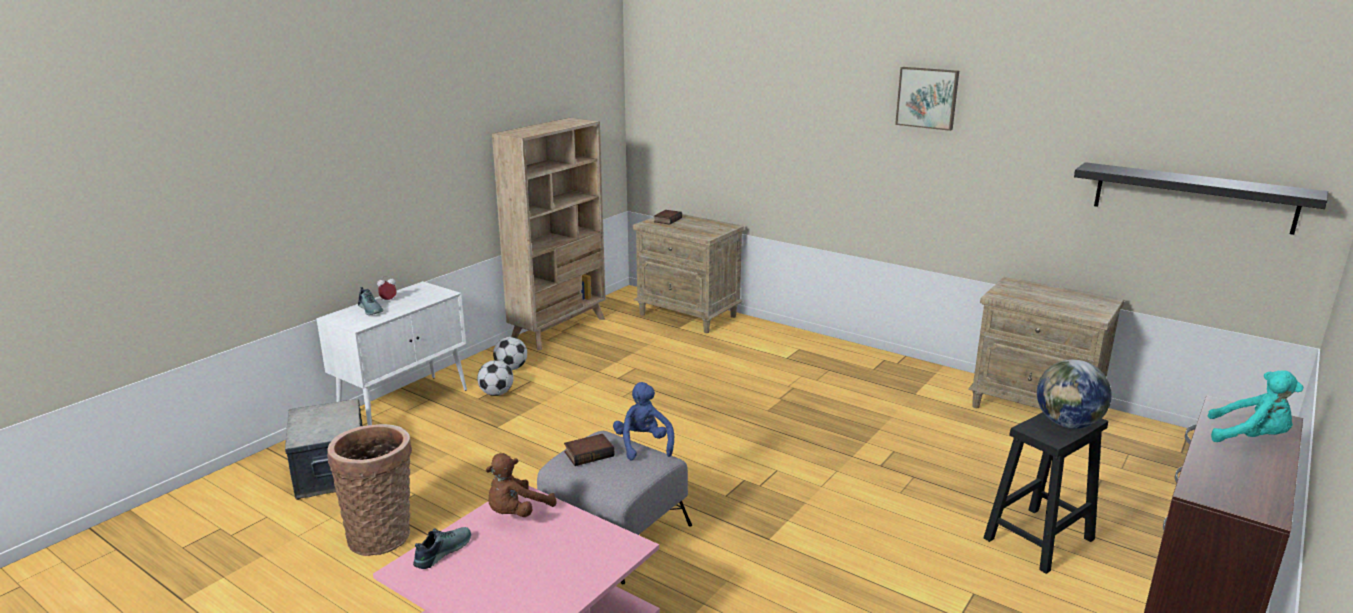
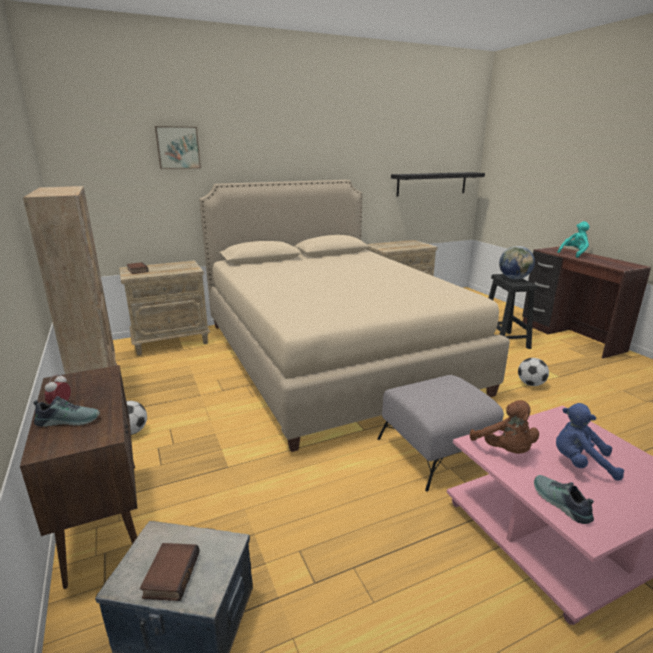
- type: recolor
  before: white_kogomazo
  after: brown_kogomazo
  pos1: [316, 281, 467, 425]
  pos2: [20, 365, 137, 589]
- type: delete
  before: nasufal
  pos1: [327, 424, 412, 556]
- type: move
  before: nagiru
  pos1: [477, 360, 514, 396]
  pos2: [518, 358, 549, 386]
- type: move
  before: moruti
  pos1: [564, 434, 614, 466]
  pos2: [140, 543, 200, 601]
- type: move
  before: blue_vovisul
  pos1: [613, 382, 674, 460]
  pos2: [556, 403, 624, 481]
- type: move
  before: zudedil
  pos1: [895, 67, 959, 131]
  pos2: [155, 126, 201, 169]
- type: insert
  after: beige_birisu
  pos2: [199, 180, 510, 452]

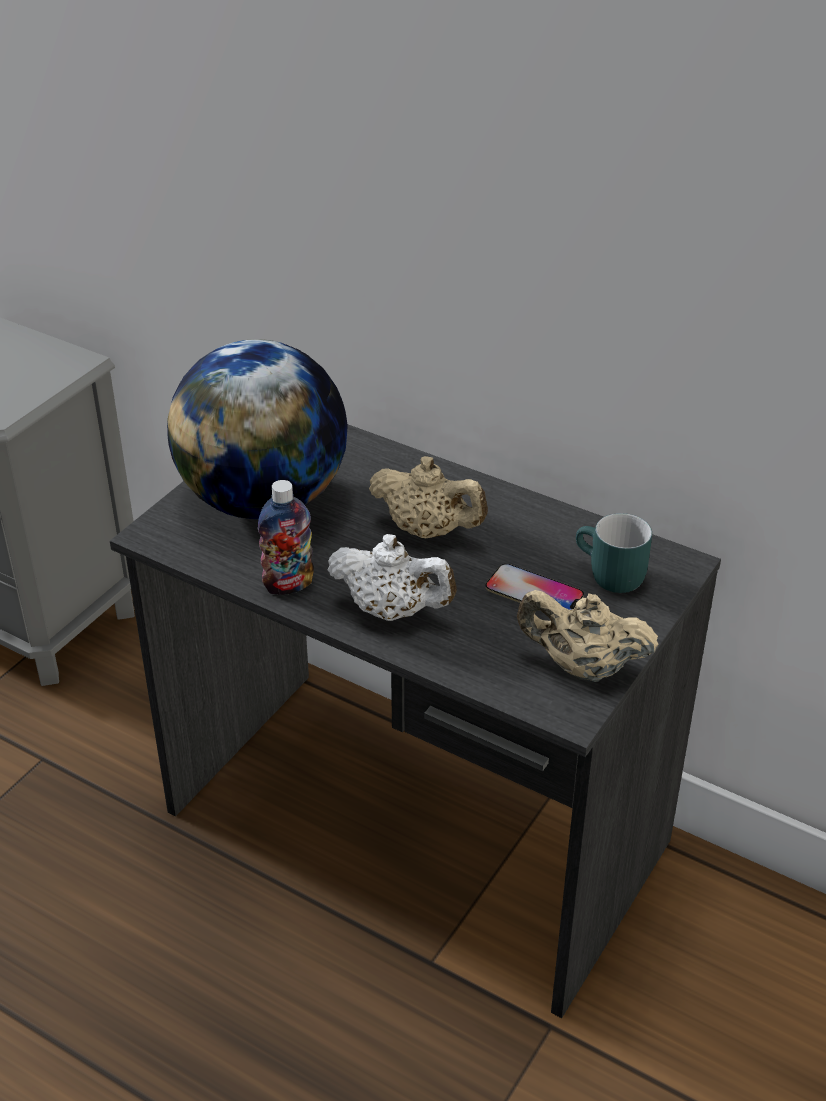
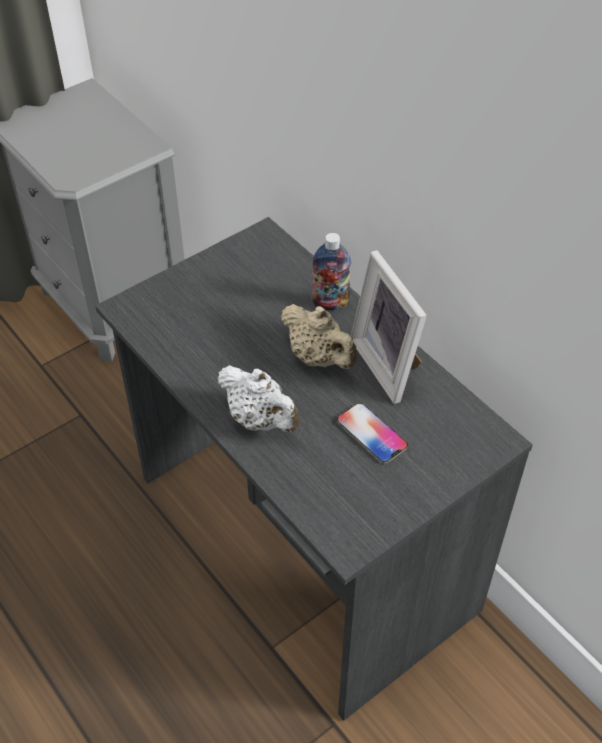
- type: delete
  before: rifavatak
  pos1: [167, 339, 348, 519]
- type: move
  before: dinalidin
  pos1: [258, 480, 314, 595]
  pos2: [312, 233, 351, 310]
- type: delete
  before: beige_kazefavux
  pos1: [517, 590, 658, 682]
- type: delete
  before: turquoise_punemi
  pos1: [576, 513, 652, 593]
- type: insert
  after: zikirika
  pos2: [351, 250, 427, 404]

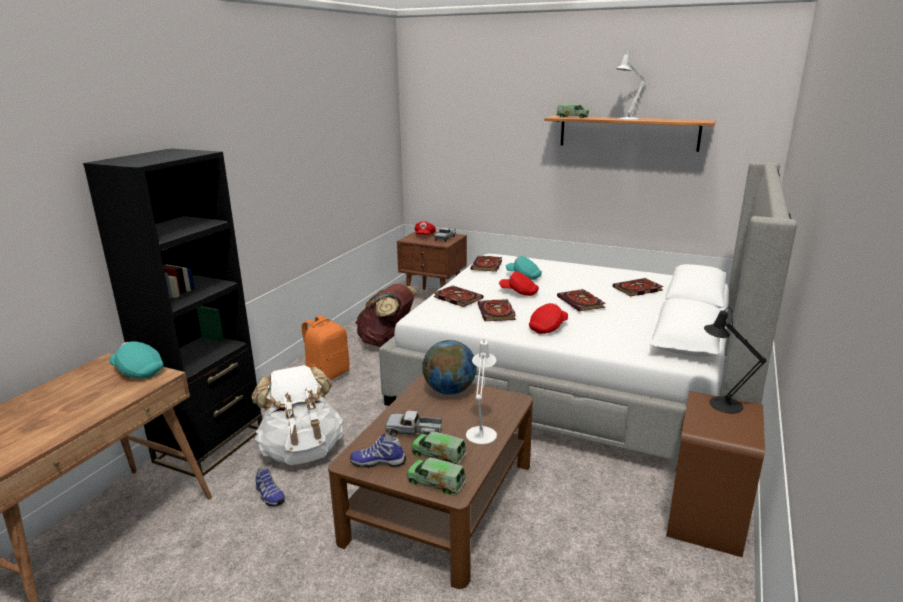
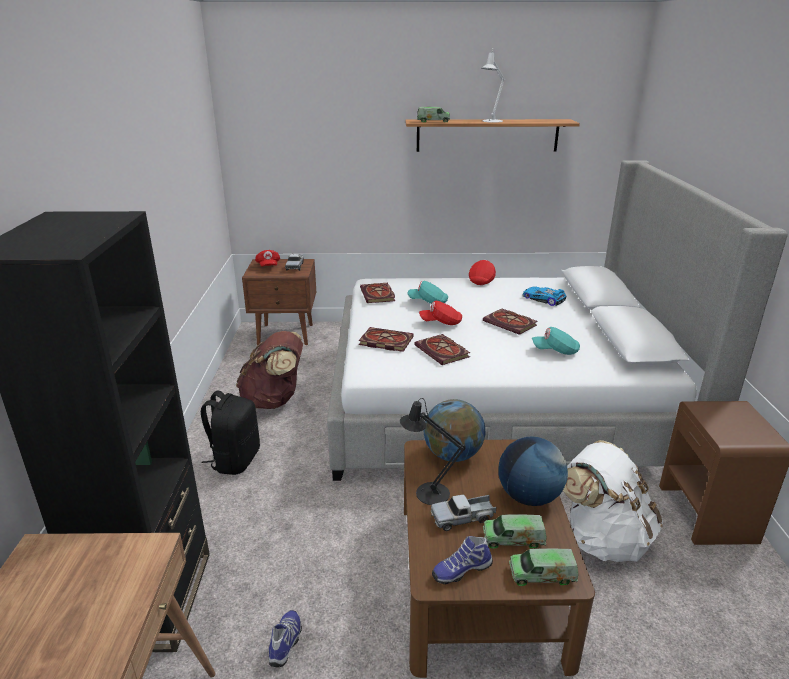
- type: move
  before: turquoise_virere
  pos1: [110, 341, 163, 378]
  pos2: [532, 327, 580, 355]
- type: move
  before: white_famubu
  pos1: [252, 365, 343, 465]
  pos2: [563, 440, 663, 562]
- type: rotate
  before: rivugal
  pos1: [255, 467, 285, 507]
  pos2: [269, 610, 302, 667]
  turn: -105
- type: recolor
  before: orange_famubu
  after: black_famubu
  pos1: [302, 315, 349, 380]
  pos2: [201, 391, 260, 475]
- type: replace
  before: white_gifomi
  after: rifavatak
  pos1: [466, 338, 497, 444]
  pos2: [498, 436, 568, 506]
- type: move
  before: red_virere
  pos1: [529, 303, 568, 334]
  pos2: [469, 260, 496, 285]
- type: replace
  before: moruti
  after: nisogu
  pos1: [613, 278, 664, 296]
  pos2: [522, 286, 566, 306]
- type: move
  before: black_gifomi
  pos1: [704, 307, 766, 414]
  pos2: [400, 398, 466, 505]

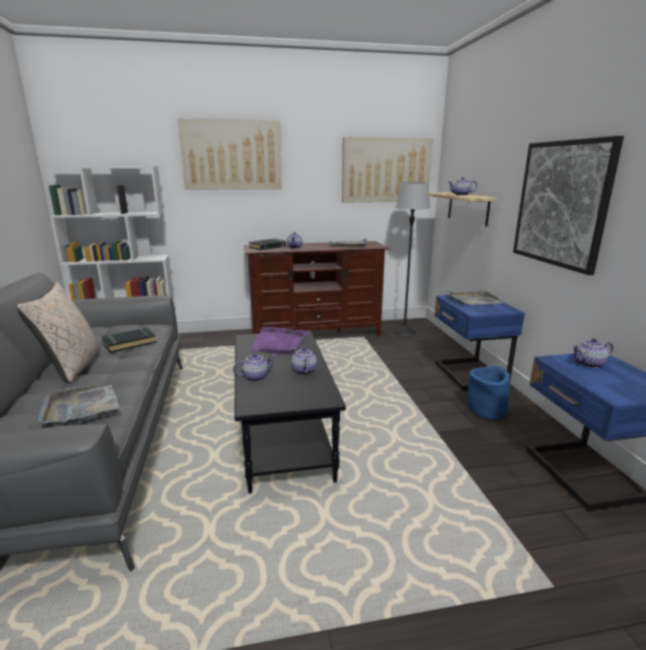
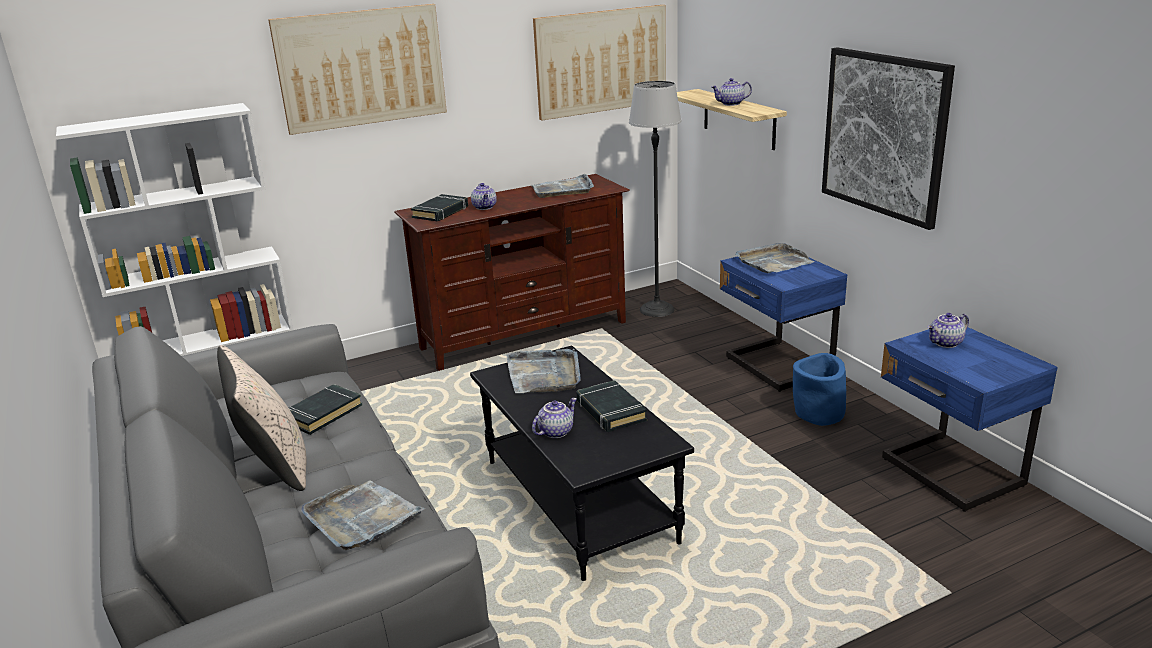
- type: recolor
  before: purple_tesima
  after: grey_tesima
  pos1: [250, 327, 307, 354]
  pos2: [506, 349, 581, 393]
- type: replace
  before: kazefavux
  after: black_moruti
  pos1: [291, 346, 317, 375]
  pos2: [577, 380, 647, 432]

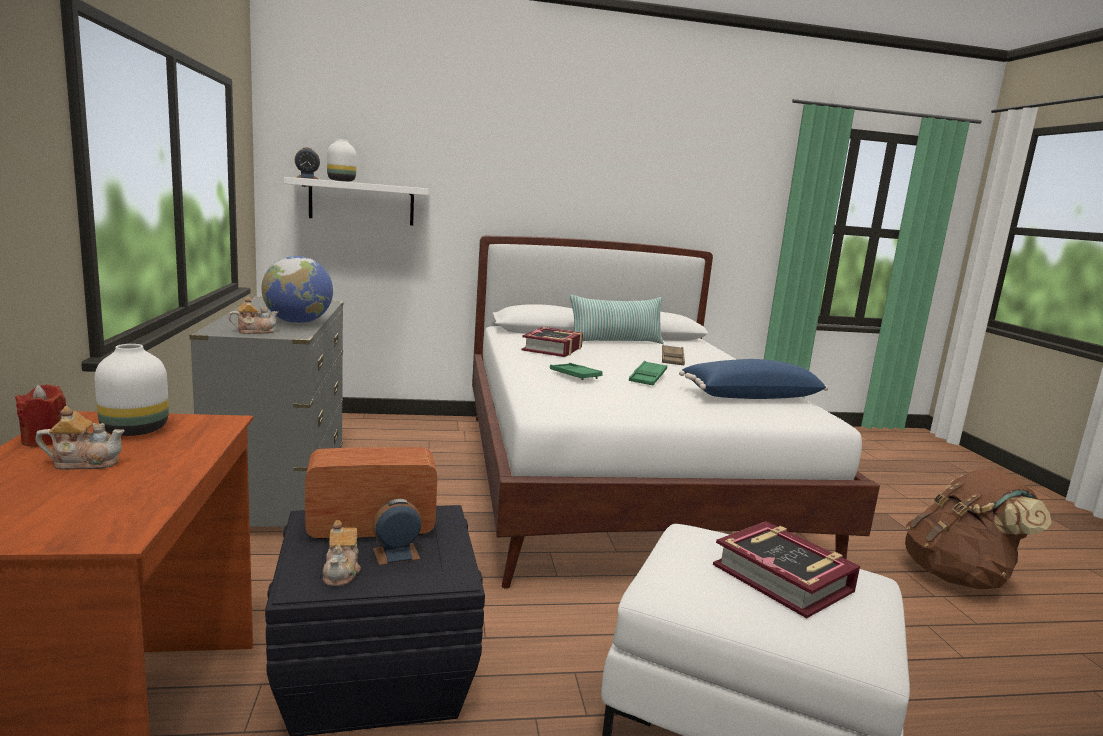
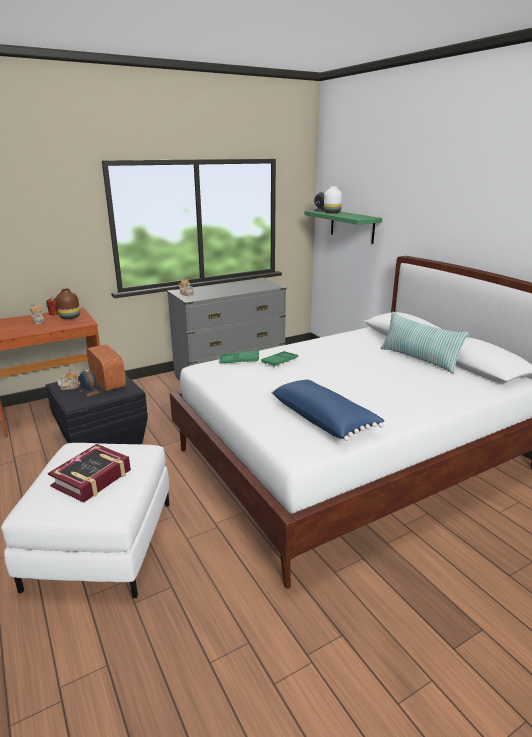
- type: recolor
  before: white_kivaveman
  after: brown_kivaveman
  pos1: [95, 344, 169, 436]
  pos2: [56, 289, 80, 320]
- type: delete
  before: rifavatak
  pos1: [261, 256, 333, 324]
- type: recolor
  before: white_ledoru
  after: green_ledoru
  pos1: [284, 177, 429, 226]
  pos2: [305, 210, 382, 244]
- type: delete
  before: moruti
  pos1: [521, 327, 583, 357]
- type: move
  before: green_tesima
  pos1: [629, 361, 667, 385]
  pos2: [219, 351, 259, 363]
- type: delete
  before: brown_tesima
  pos1: [662, 345, 685, 365]
- type: delete
  before: brown_famubu
  pos1: [905, 469, 1052, 589]

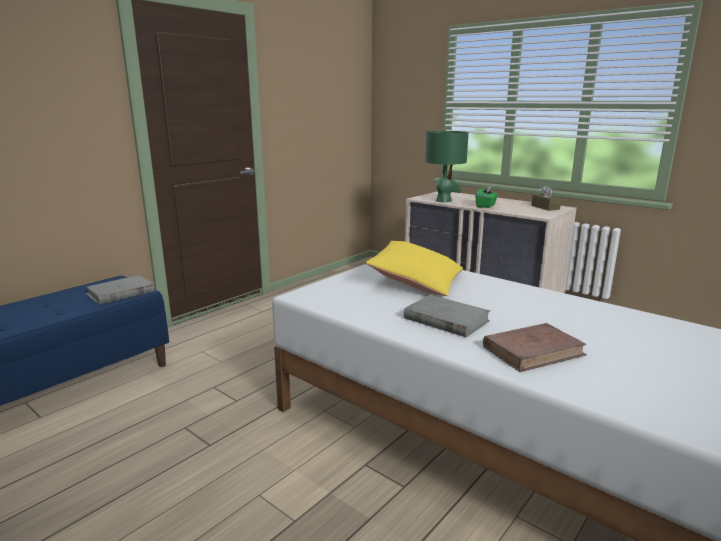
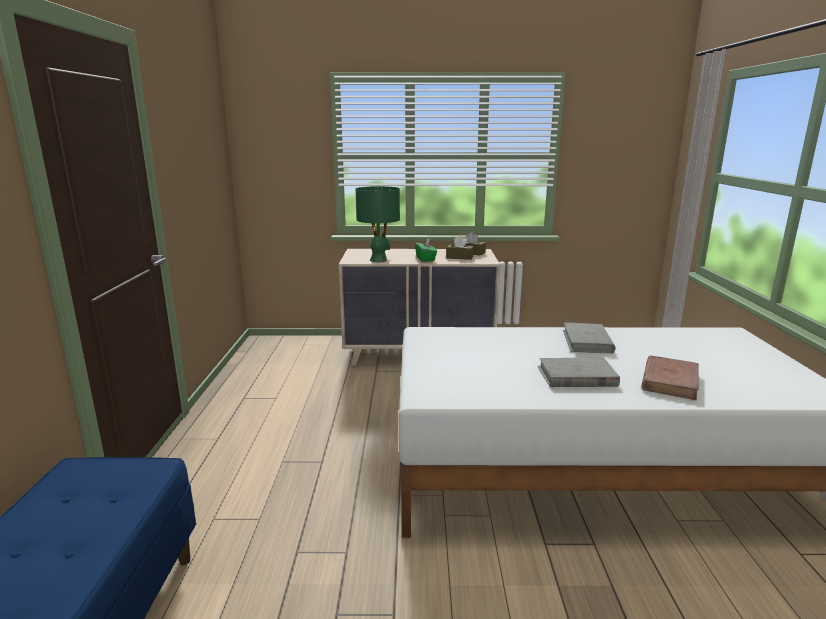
- type: move
  before: grey_moruti
  pos1: [86, 275, 155, 305]
  pos2: [563, 323, 615, 353]
- type: delete
  before: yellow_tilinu
  pos1: [366, 241, 463, 296]
- type: insert
  after: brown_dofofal
  pos2: [446, 236, 474, 260]

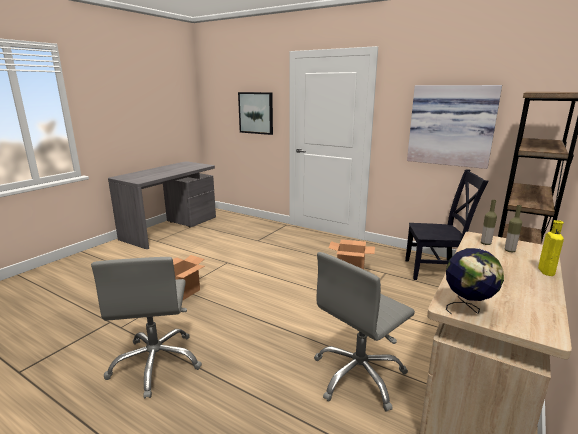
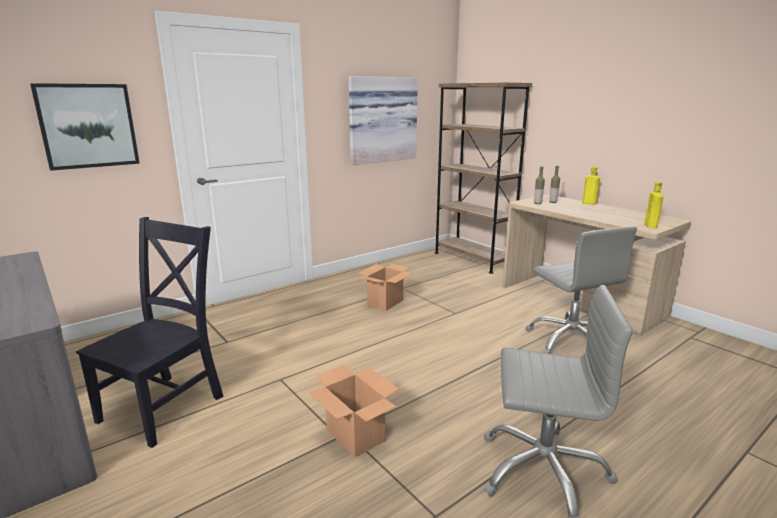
- type: move
  before: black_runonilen
  pos1: [405, 169, 489, 280]
  pos2: [76, 217, 224, 448]
- type: replace
  before: rifavatak
  after: yellow_dinalidin
  pos1: [446, 248, 504, 314]
  pos2: [644, 182, 663, 228]

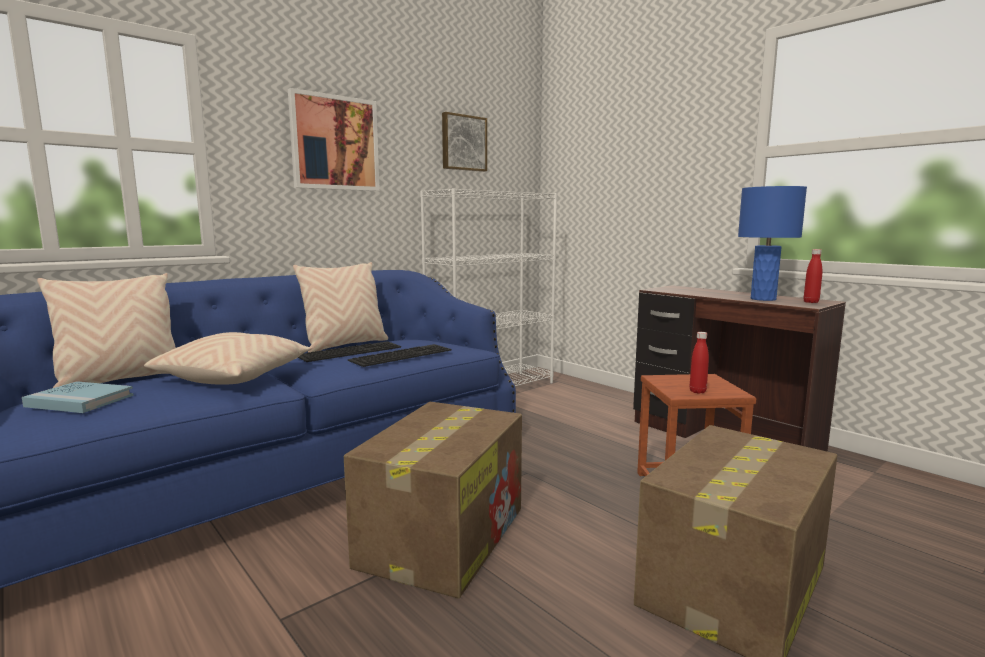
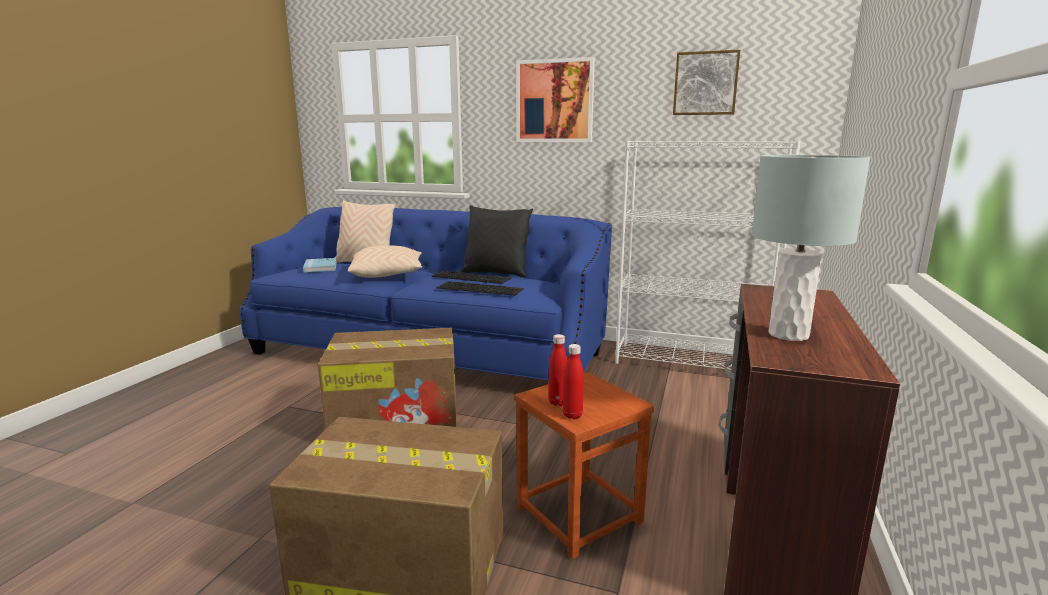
- type: recolor
  before: beige_tilinu
  after: black_tilinu
  pos1: [293, 262, 388, 353]
  pos2: [461, 205, 533, 277]
- type: recolor
  before: blue_gifomi
  after: grey_gifomi
  pos1: [738, 186, 807, 301]
  pos2: [752, 155, 871, 341]
- type: move
  before: red_dinalidin
  pos1: [804, 249, 822, 303]
  pos2: [563, 344, 584, 419]

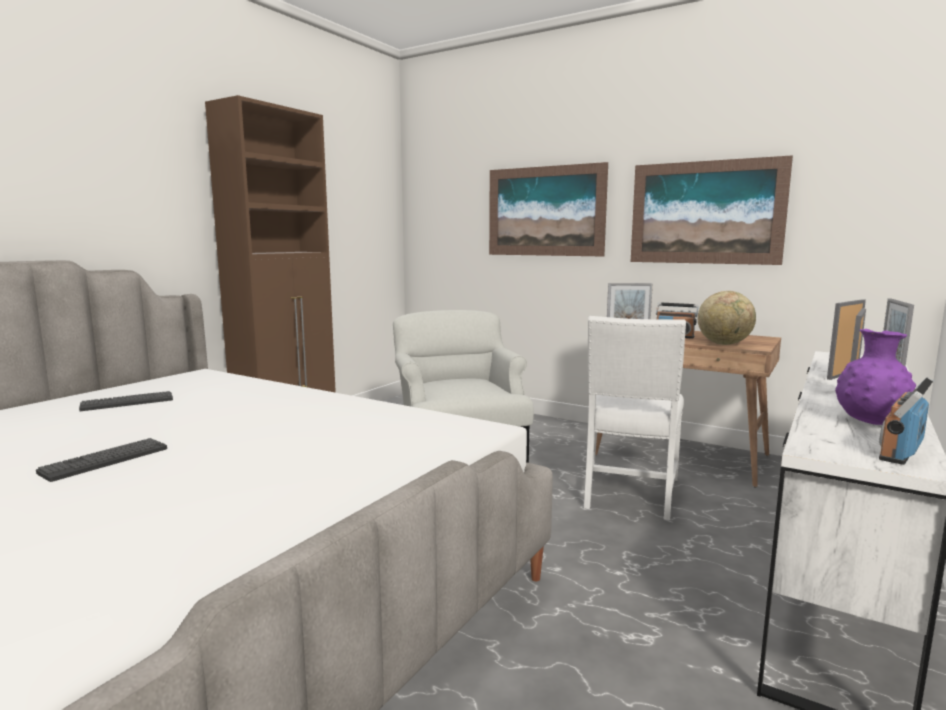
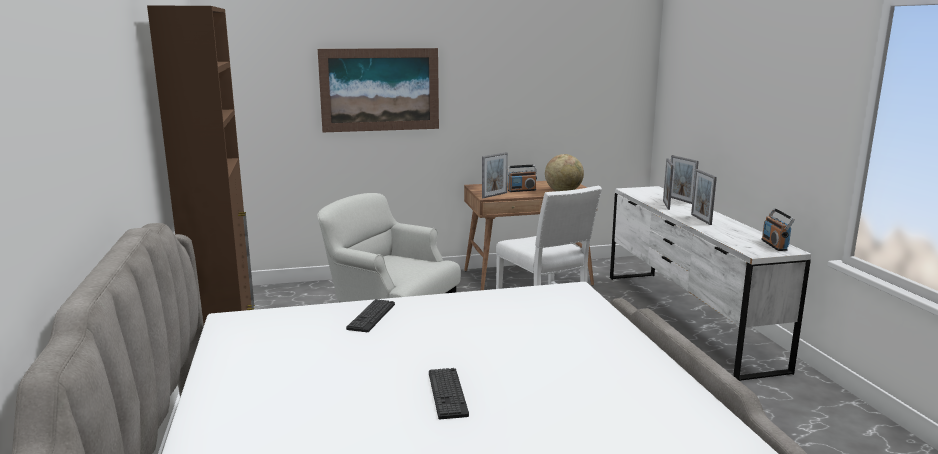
- type: move
  before: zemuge
  pos1: [79, 391, 173, 411]
  pos2: [346, 299, 395, 332]
- type: delete
  before: zudedil
  pos1: [631, 155, 793, 265]
- type: delete
  before: purple_kivaveman
  pos1: [835, 329, 916, 425]

